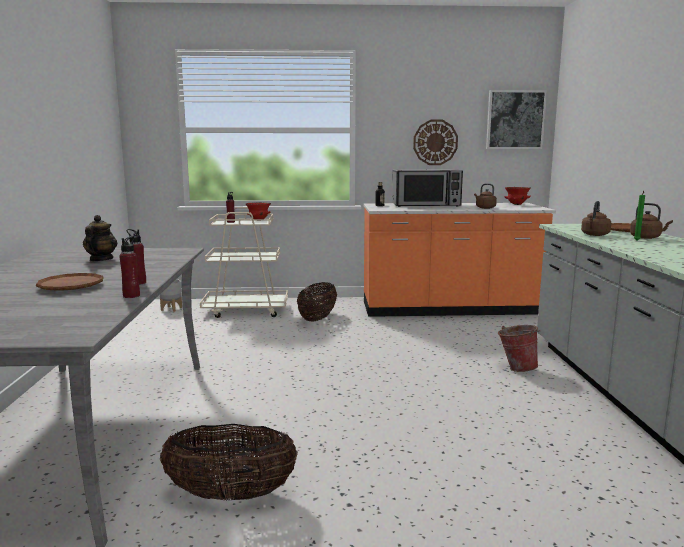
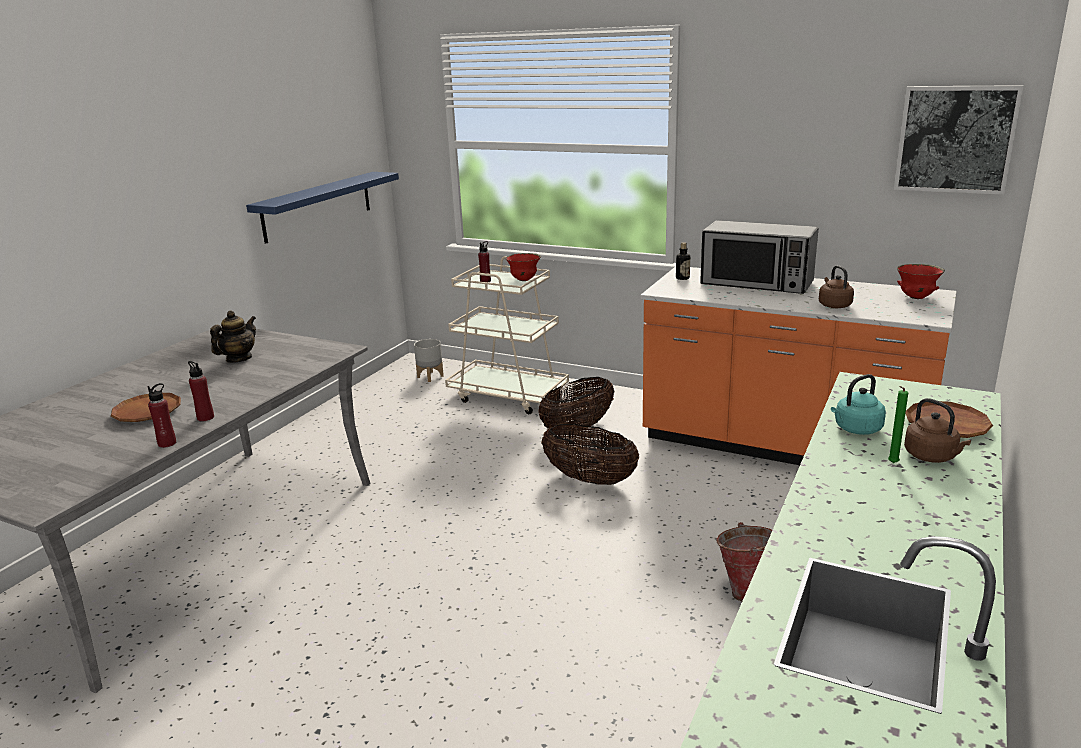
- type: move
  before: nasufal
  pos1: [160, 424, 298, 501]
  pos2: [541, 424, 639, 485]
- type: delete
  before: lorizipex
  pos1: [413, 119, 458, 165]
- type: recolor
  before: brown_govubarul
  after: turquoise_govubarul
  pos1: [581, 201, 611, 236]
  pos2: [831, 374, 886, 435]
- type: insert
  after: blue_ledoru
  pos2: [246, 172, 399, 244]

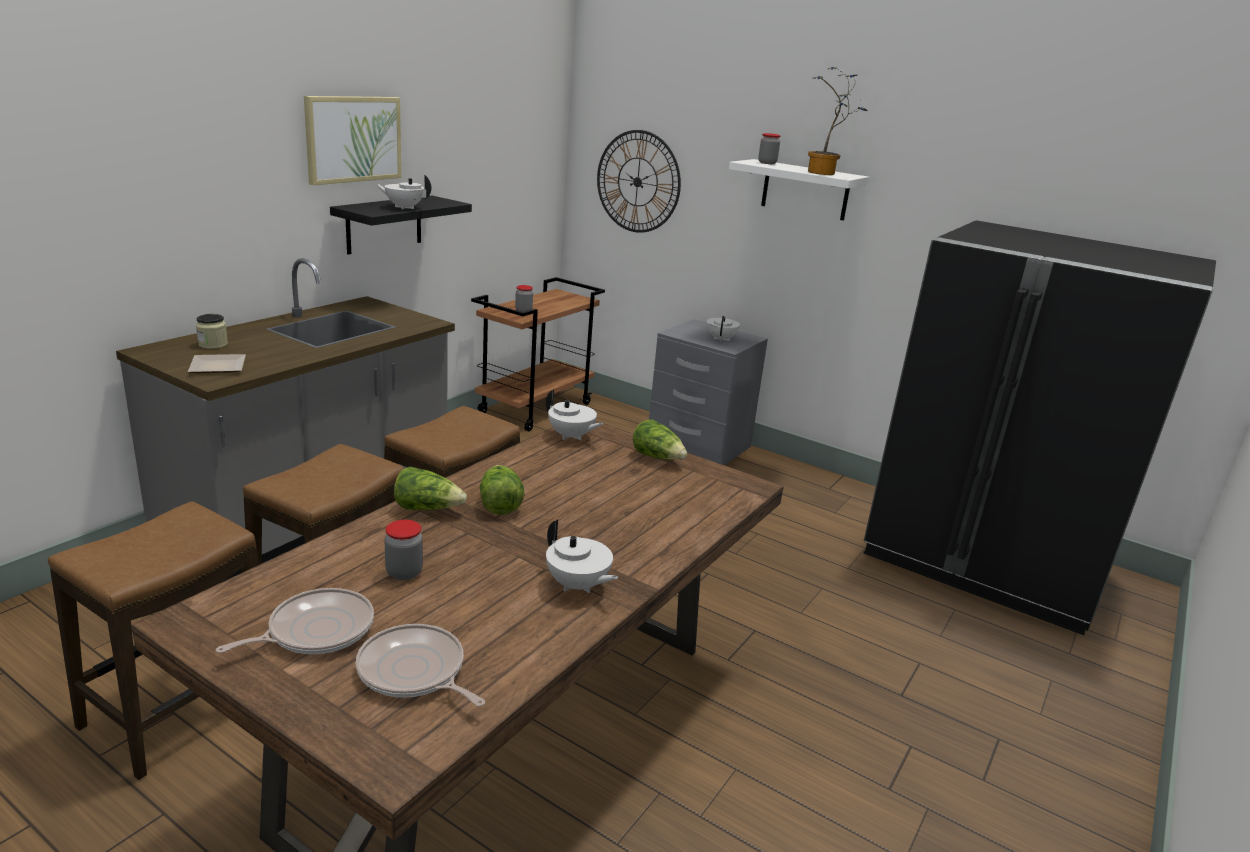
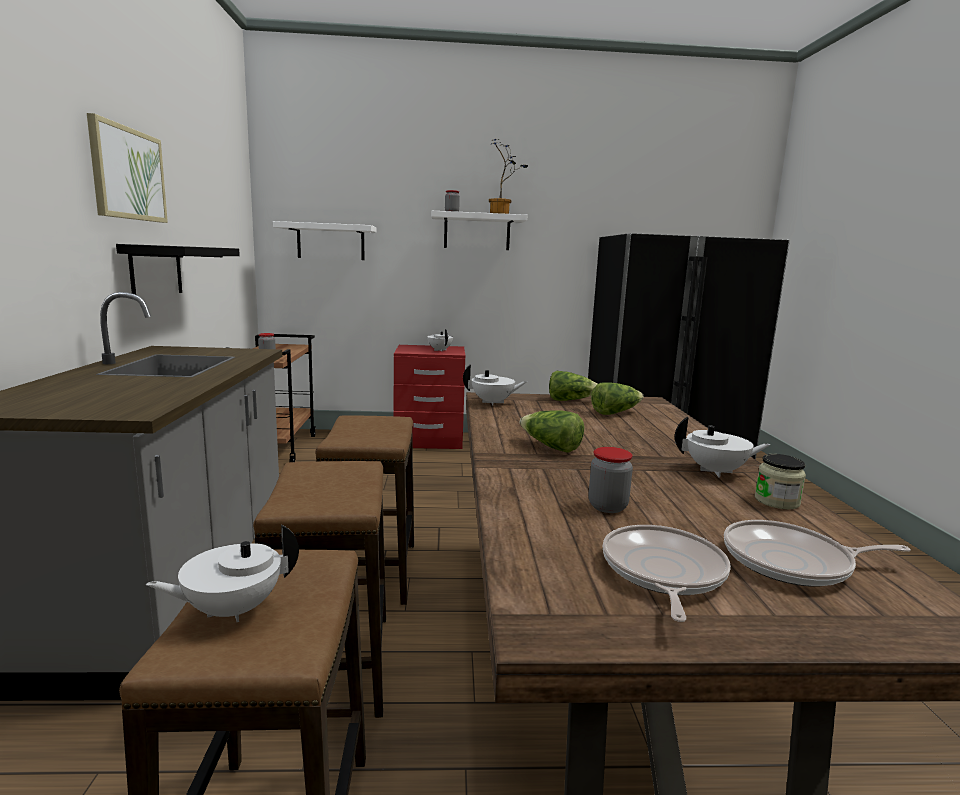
- type: delete
  before: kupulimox
  pos1: [188, 354, 246, 373]
- type: move
  before: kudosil
  pos1: [196, 314, 228, 349]
  pos2: [755, 454, 806, 509]
- type: move
  before: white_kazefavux
  pos1: [375, 175, 431, 209]
  pos2: [146, 525, 299, 622]
- type: move
  before: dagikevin
  pos1: [394, 467, 467, 510]
  pos2: [591, 382, 644, 415]
- type: replace
  before: lorizipex
  after: white_ledoru
  pos1: [597, 130, 681, 233]
  pos2: [273, 221, 377, 260]
- type: recolor
  before: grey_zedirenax
  after: red_zedirenax
  pos1: [649, 319, 768, 465]
  pos2: [394, 345, 465, 449]

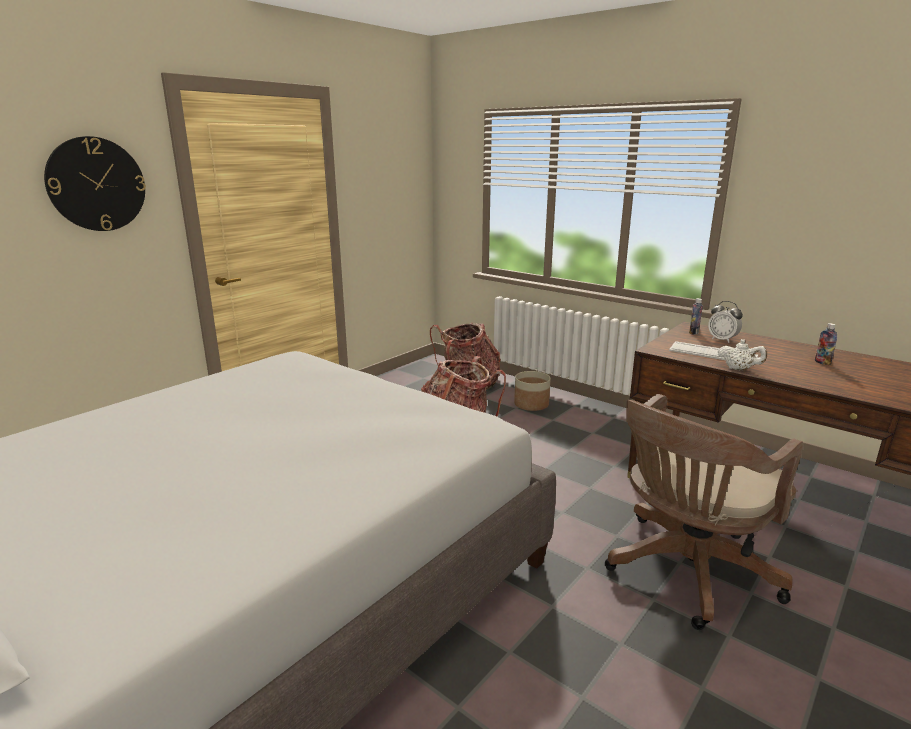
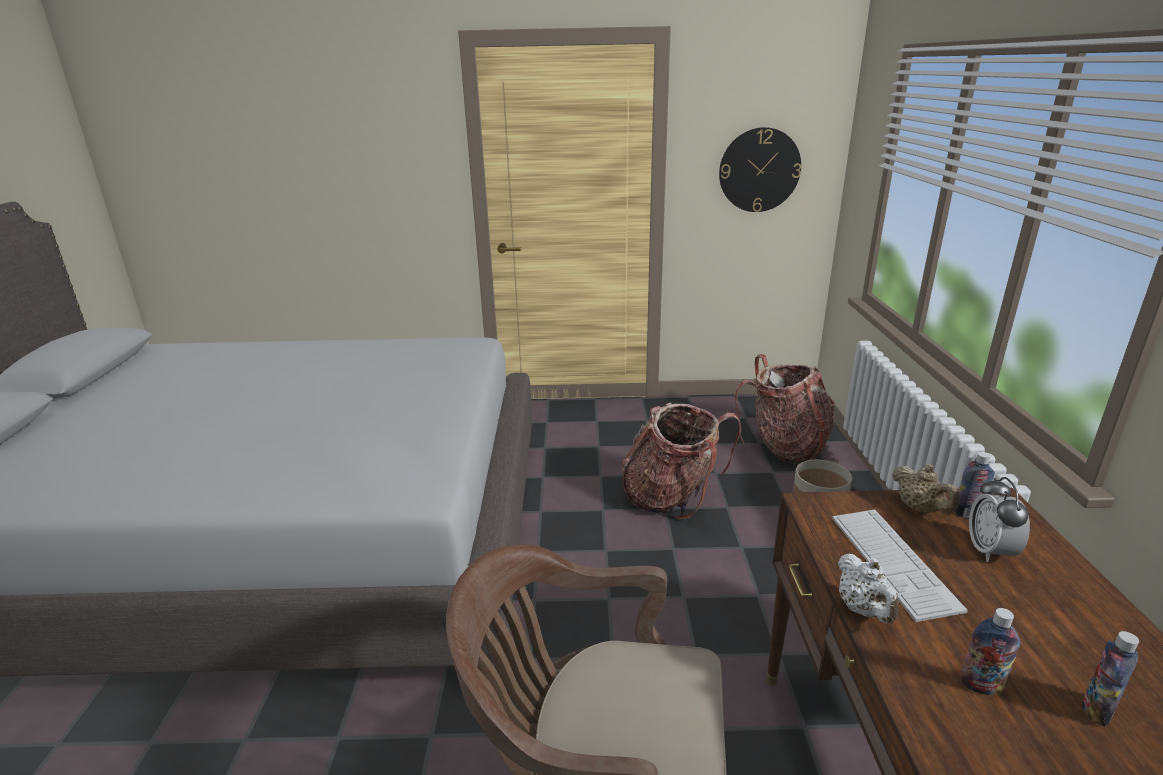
- type: move
  before: lorizipex
  pos1: [44, 136, 146, 231]
  pos2: [719, 127, 801, 212]
- type: insert
  after: beige_kazefavux
  pos2: [892, 464, 959, 514]
- type: insert
  after: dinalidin
  pos2: [960, 608, 1021, 695]

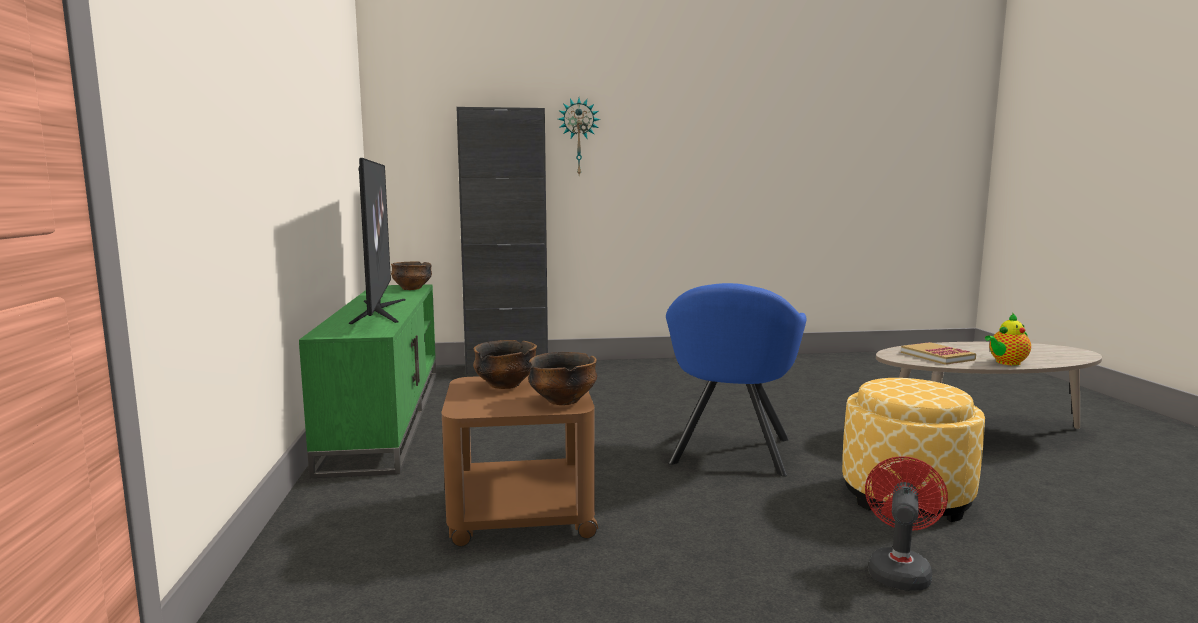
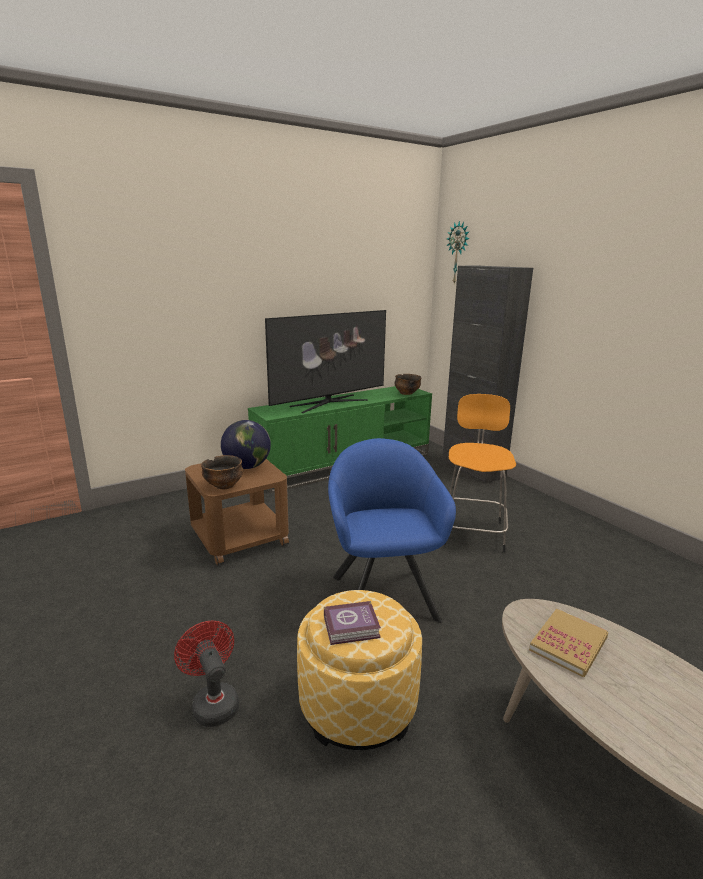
- type: replace
  before: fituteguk
  after: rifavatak
  pos1: [473, 340, 537, 389]
  pos2: [221, 420, 271, 469]
- type: move
  before: lorizipex
  pos1: [558, 98, 600, 175]
  pos2: [447, 221, 470, 283]
- type: rotate
  before: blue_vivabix
  pos1: [666, 283, 807, 477]
  pos2: [328, 438, 456, 623]
  turn: 90
- type: rotate
  before: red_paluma
  pos1: [865, 456, 948, 591]
  pos2: [174, 621, 239, 727]
  turn: -120
- type: delete
  before: kazefavux
  pos1: [985, 313, 1031, 366]
- type: insert
  after: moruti
  pos2: [324, 601, 381, 645]
- type: insert
  after: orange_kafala
  pos2: [444, 394, 516, 552]

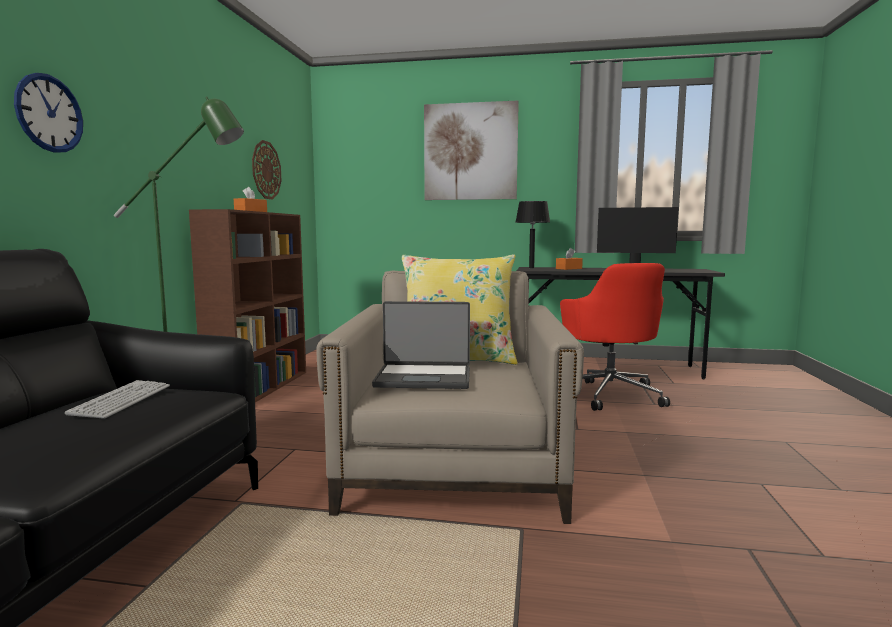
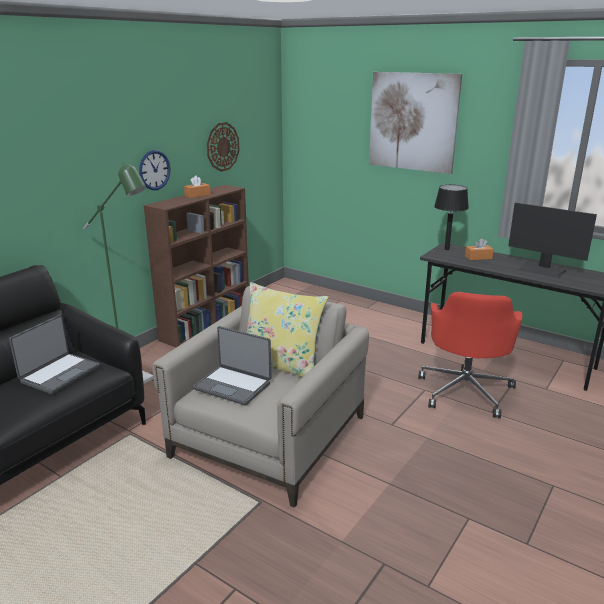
- type: move
  before: lorizipex
  pos1: [14, 73, 83, 153]
  pos2: [139, 150, 170, 190]
- type: replace
  before: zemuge
  after: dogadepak
  pos1: [65, 380, 170, 419]
  pos2: [9, 315, 100, 394]

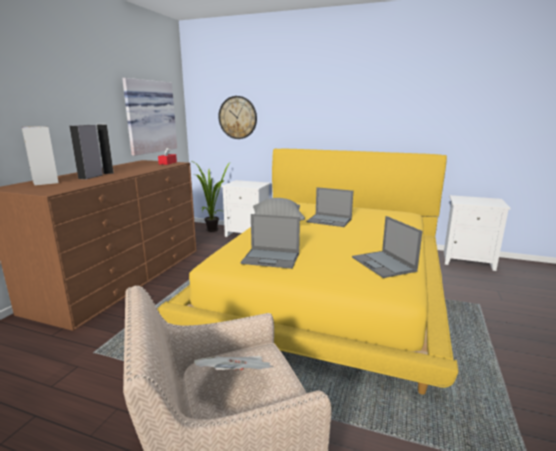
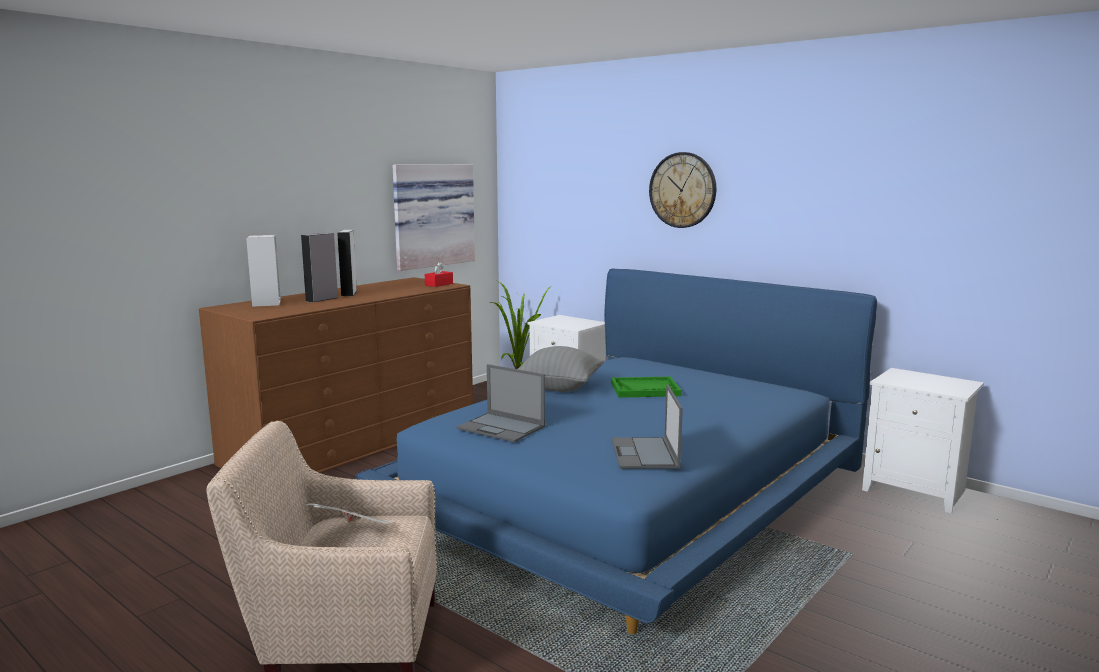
- type: recolor
  before: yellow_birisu
  after: blue_birisu
  pos1: [158, 149, 458, 395]
  pos2: [356, 269, 877, 634]
- type: move
  before: lorizipex
  pos1: [218, 96, 257, 139]
  pos2: [649, 152, 716, 228]
- type: replace
  before: dogadepak
  after: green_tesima
  pos1: [306, 187, 353, 227]
  pos2: [611, 377, 682, 398]

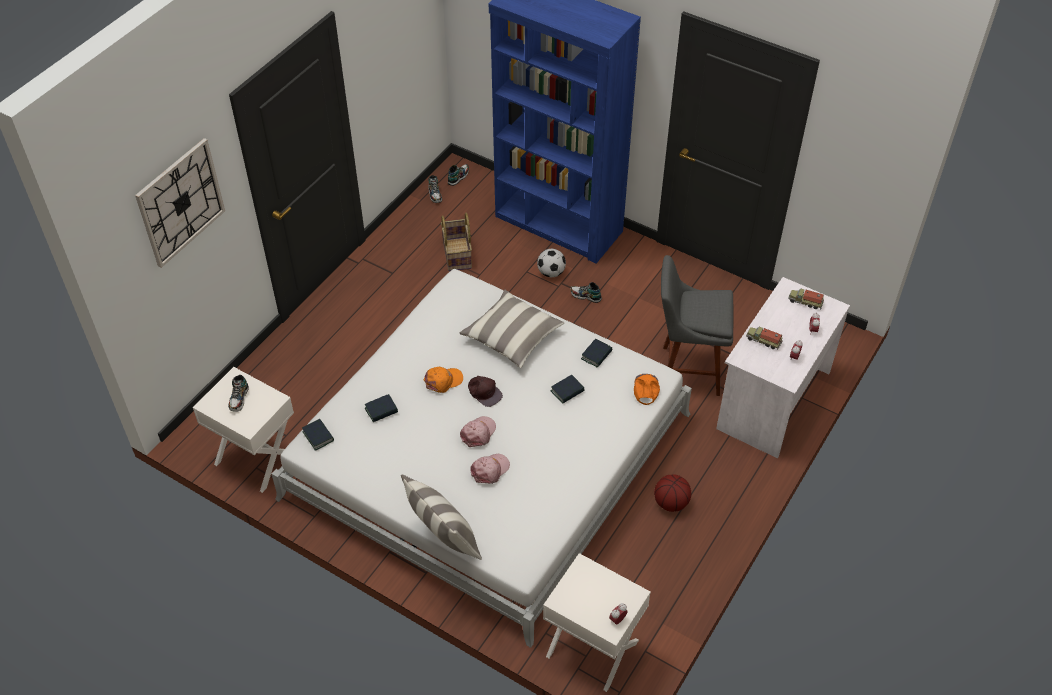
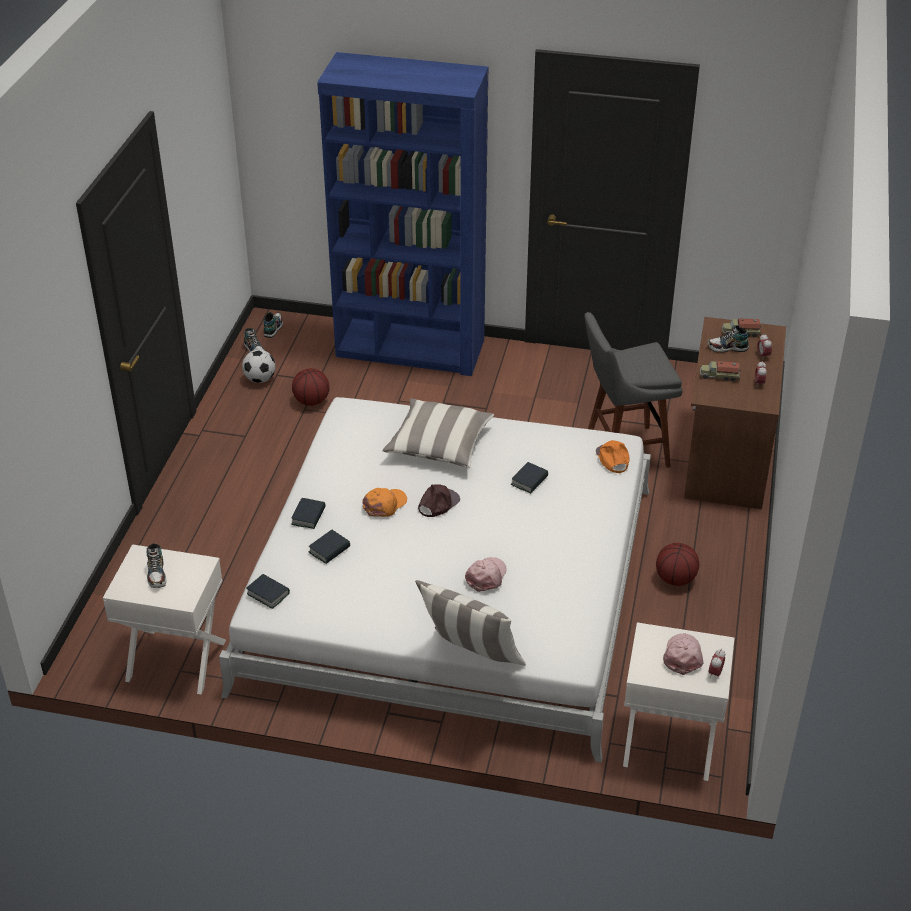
- type: delete
  before: lorizipex
  pos1: [135, 138, 225, 268]
- type: replace
  before: nasufal
  after: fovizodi
  pos1: [441, 213, 472, 271]
  pos2: [292, 368, 329, 406]
- type: move
  before: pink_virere
  pos1: [460, 416, 496, 447]
  pos2: [663, 633, 704, 675]
- type: rotate
  before: brown_virere
  pos1: [468, 376, 503, 407]
  pos2: [418, 485, 460, 517]
  turn: -75
- type: move
  before: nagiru
  pos1: [537, 249, 566, 277]
  pos2: [242, 350, 276, 383]
- type: move
  before: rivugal
  pos1: [570, 282, 602, 303]
  pos2: [708, 326, 749, 353]
- type: move
  before: moruti
  pos1: [581, 339, 612, 368]
  pos2: [291, 498, 326, 529]
- type: recolor
  before: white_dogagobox
  after: brown_dogagobox
  pos1: [716, 277, 850, 458]
  pos2: [684, 317, 786, 509]

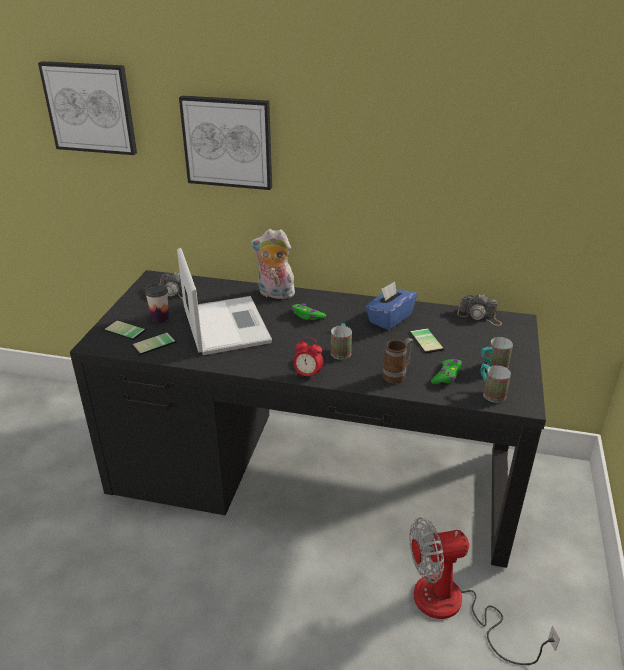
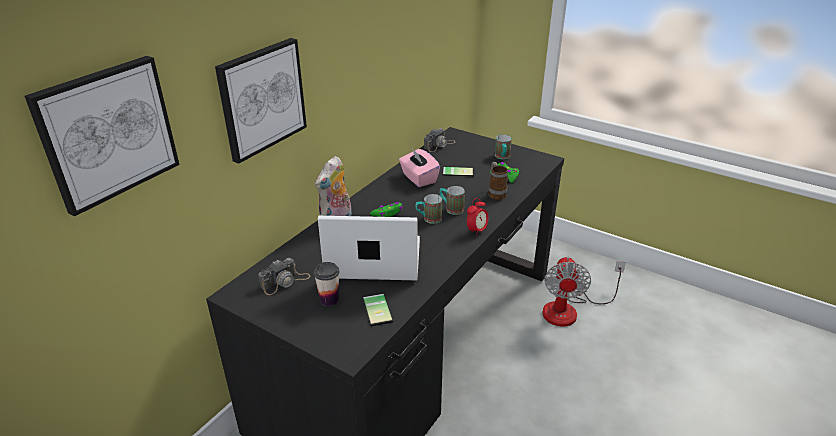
- type: delete
  before: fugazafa
  pos1: [103, 320, 146, 340]
- type: recolor
  before: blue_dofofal
  after: pink_dofofal
  pos1: [365, 281, 417, 330]
  pos2: [399, 147, 440, 187]
- type: move
  before: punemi
  pos1: [481, 364, 511, 403]
  pos2: [415, 194, 442, 224]

